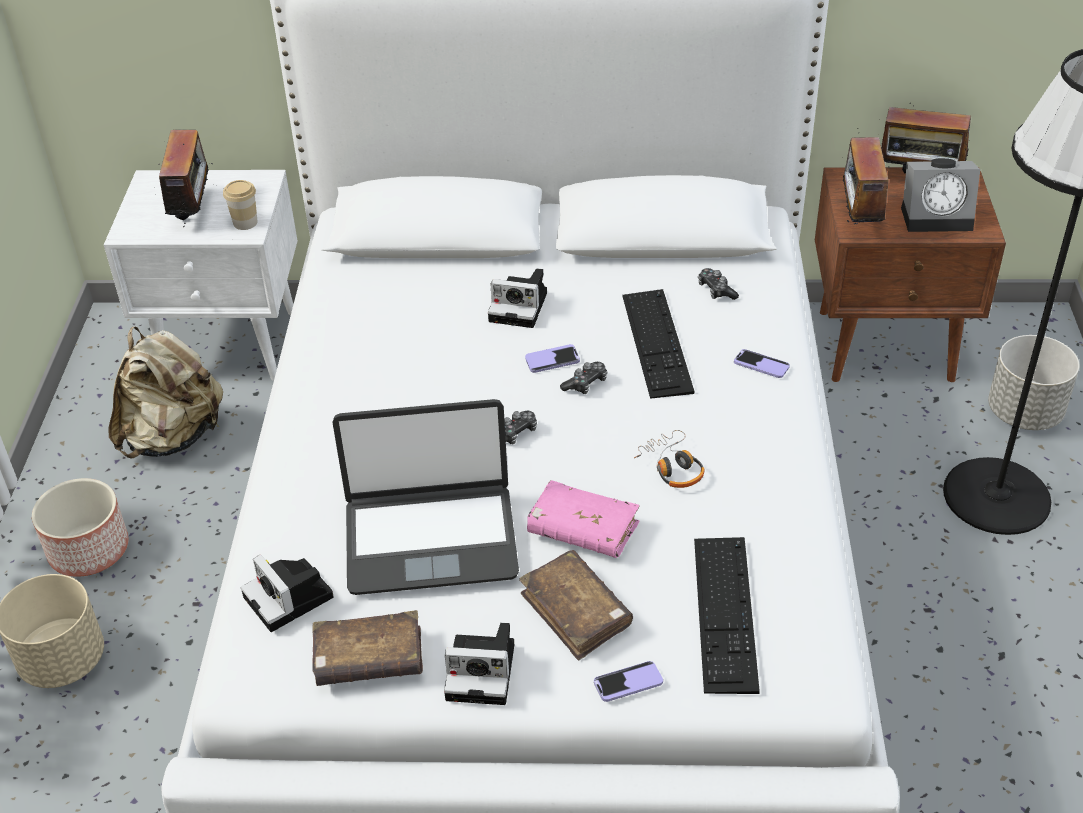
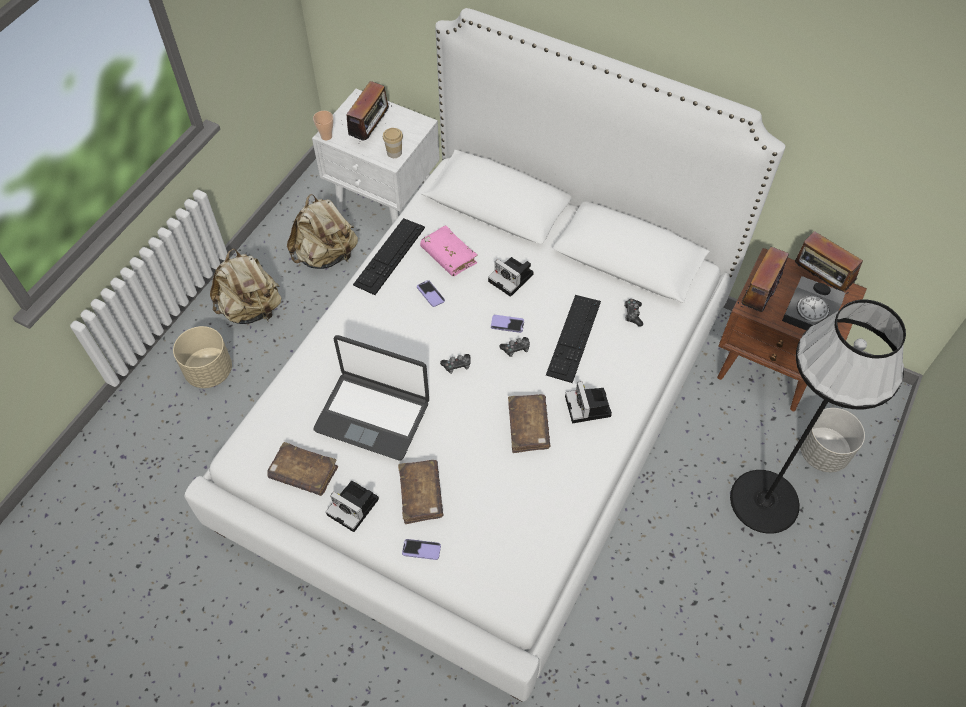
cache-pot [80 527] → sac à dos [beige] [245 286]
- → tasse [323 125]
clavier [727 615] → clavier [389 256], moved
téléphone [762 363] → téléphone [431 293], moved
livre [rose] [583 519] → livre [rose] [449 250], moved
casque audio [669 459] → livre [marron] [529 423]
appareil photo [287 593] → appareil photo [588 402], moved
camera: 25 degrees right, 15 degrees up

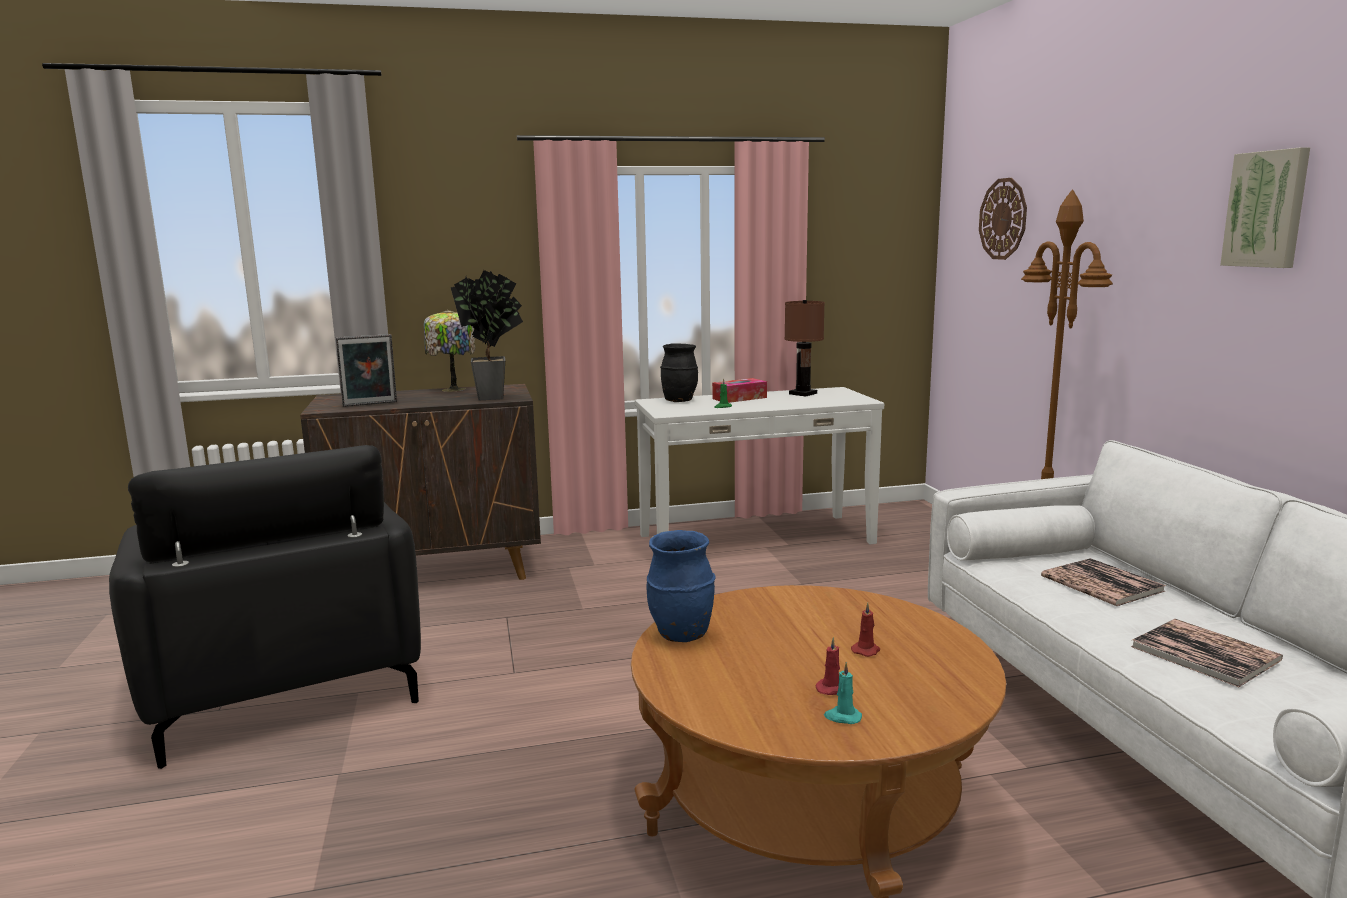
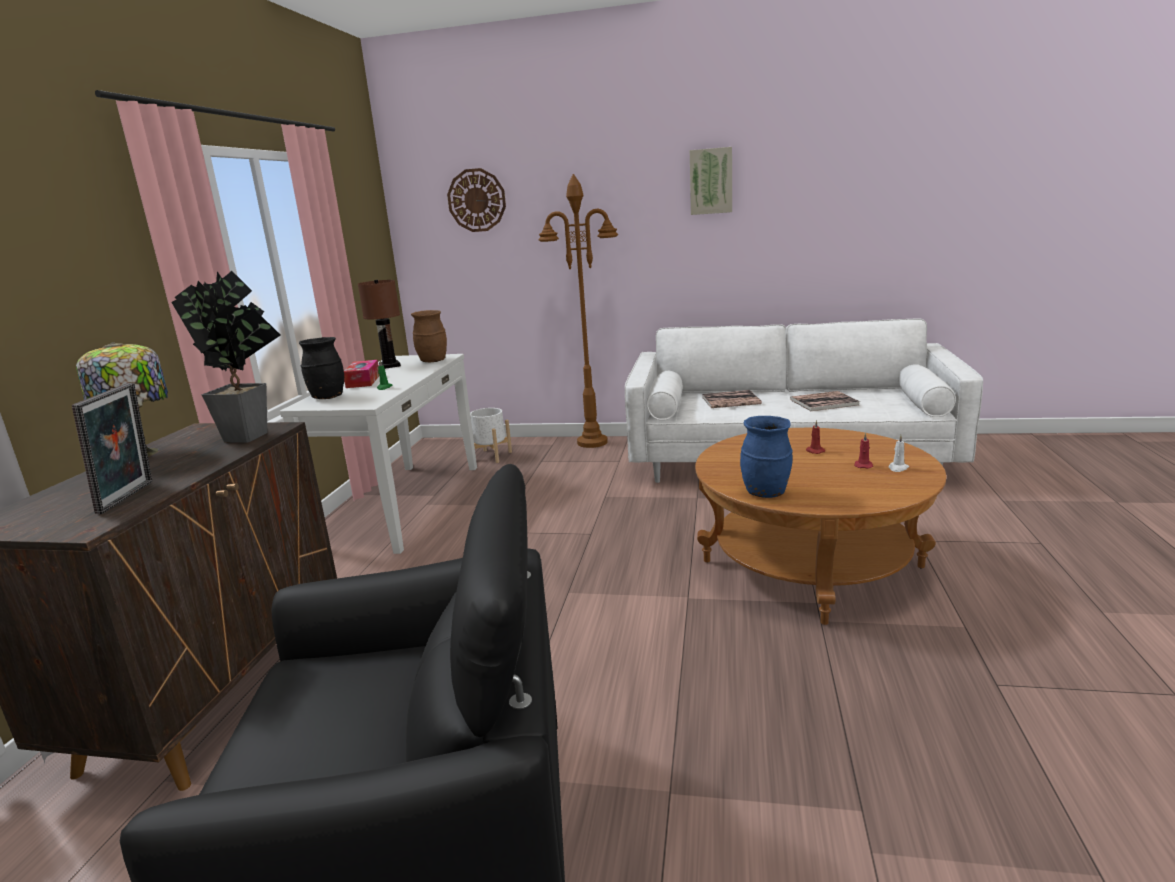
- → vase [marron] [429 336]
- → cache-pot [blanc] [491 435]
bougie [turquoise] [843 693] → bougie [blanc] [899 453]
camera: 65 degrees left, 5 degrees up

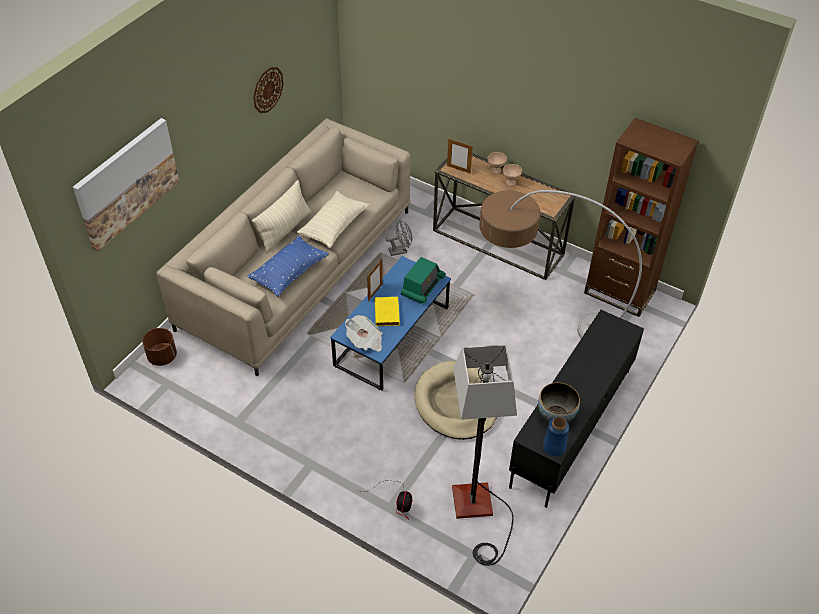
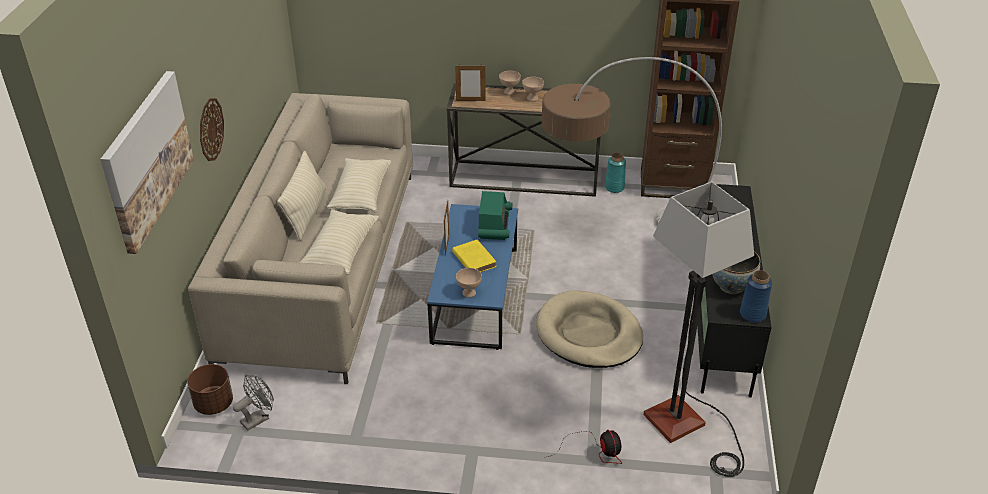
horloge murale [268 90] → horloge murale [212 129], moved
ventilateur [gris] [399 238] → ventilateur [gris] [253 403], moved
coussin [bleu] [288 266] → coussin [beige] [339 242]
journal [363 333] → bol [beige] [469 283]
- → vase [turquoise] [615 173]
camera: 25 degrees left, 10 degrees down

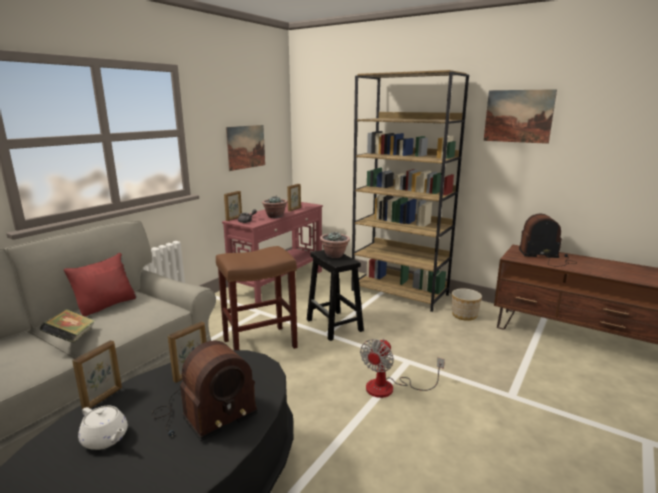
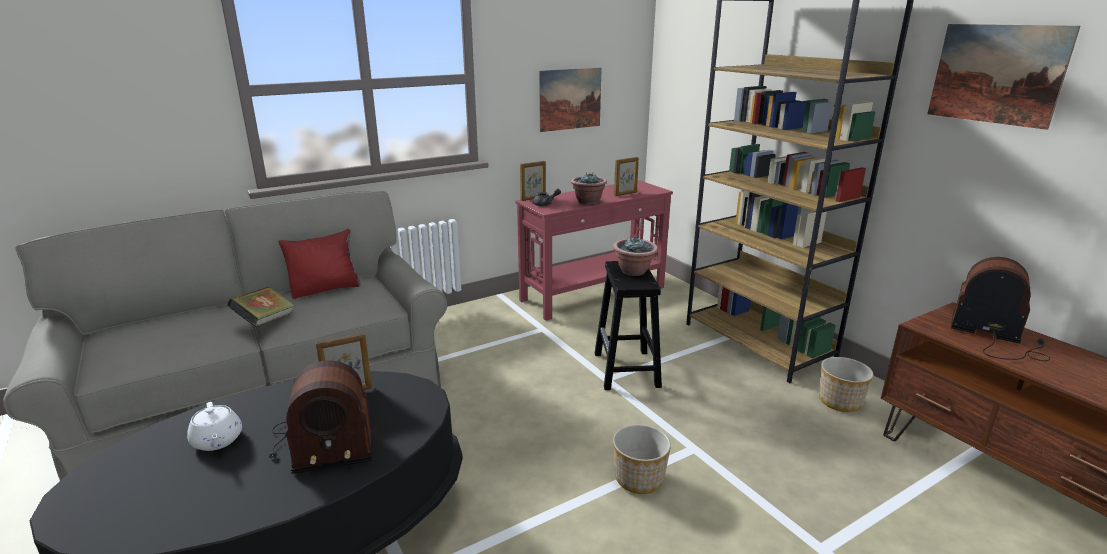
ventilateur [402 368] → cache-pot [642 459]
cadre photo [97 375] → -
tabouret [marron] [257 298] → -
camera: 25 degrees right, 5 degrees up

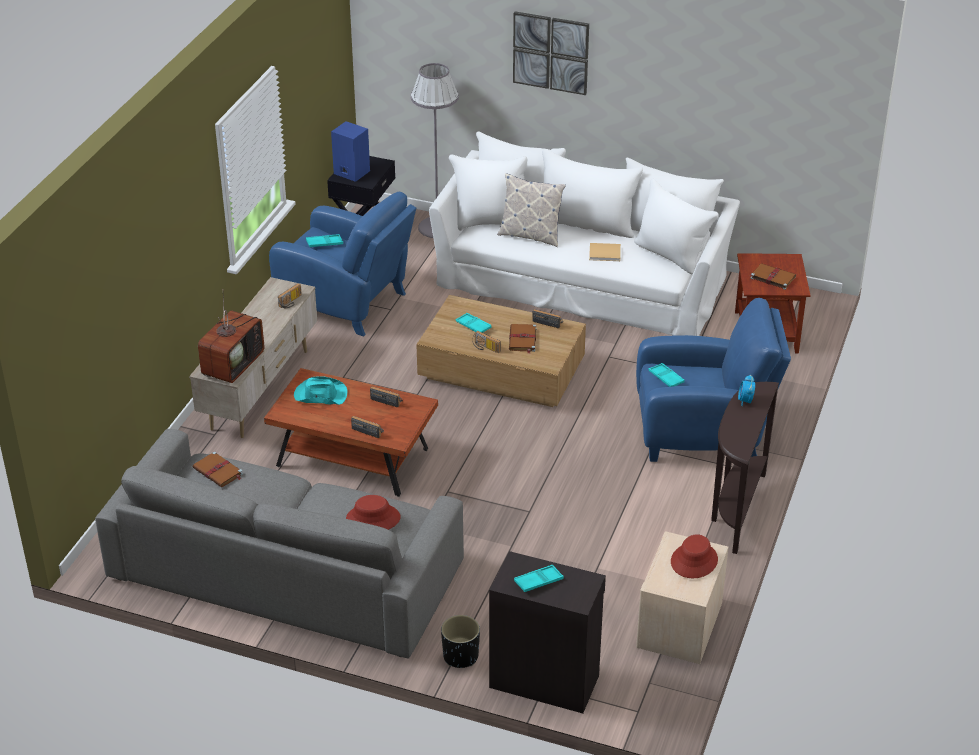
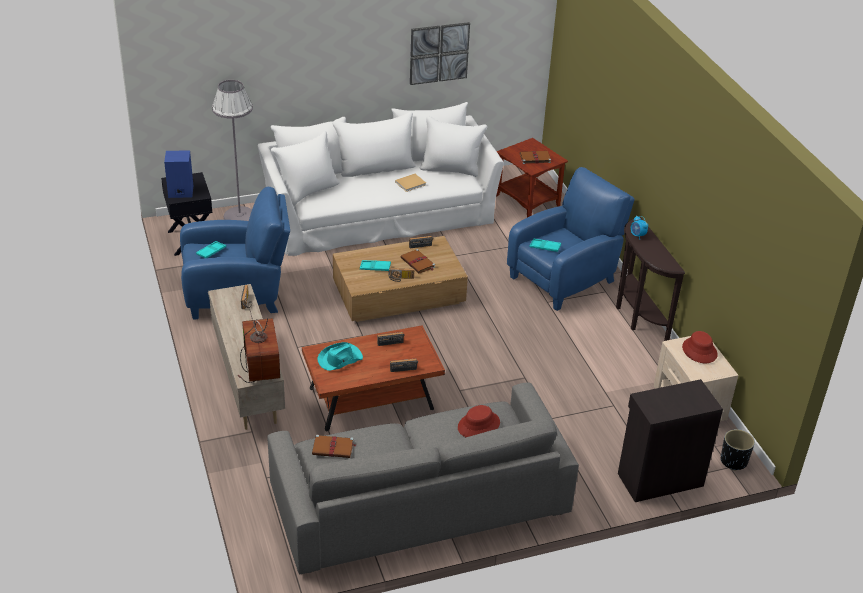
tableau [551 53] → tableau [440 53], moved
cache-pot [noir] [460 641] → cache-pot [noir] [738 450], moved
coussin [531 210] → -
plateau [turquoise] [539 578] → -
camera: 40 degrees left, 0 degrees up

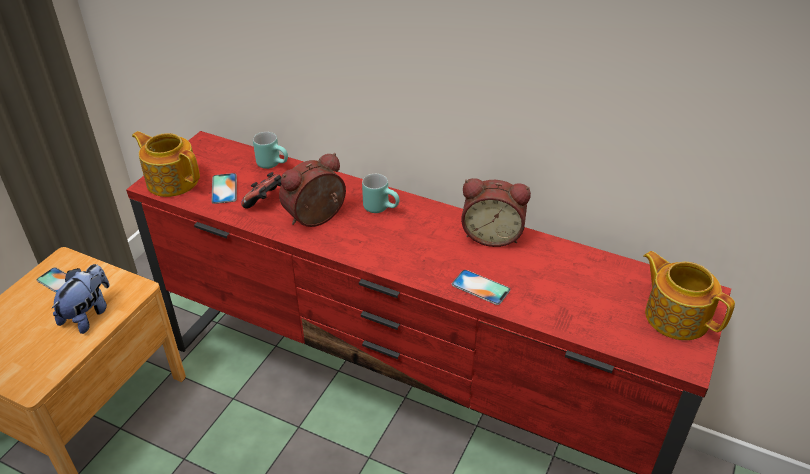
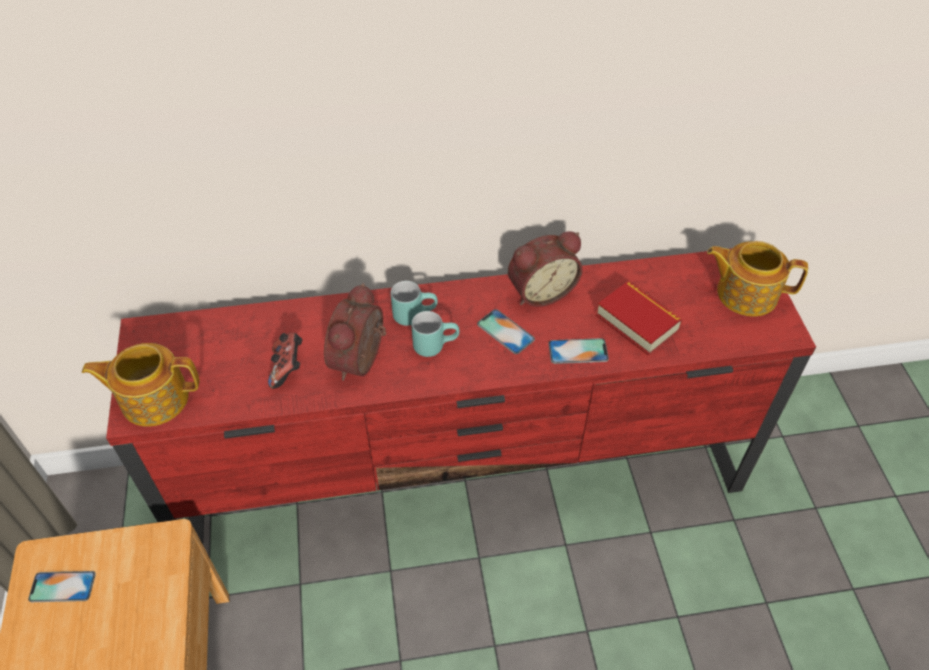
mug [turquoise] [270 150] → mug [turquoise] [435 334], moved
téléphone [224 188] → téléphone [506 331], moved
- → livre [639 318]
peluche [81 299] → -
camera: 35 degrees left, 10 degrees up

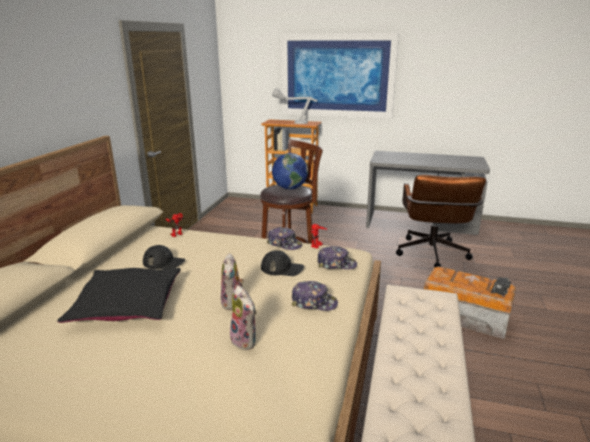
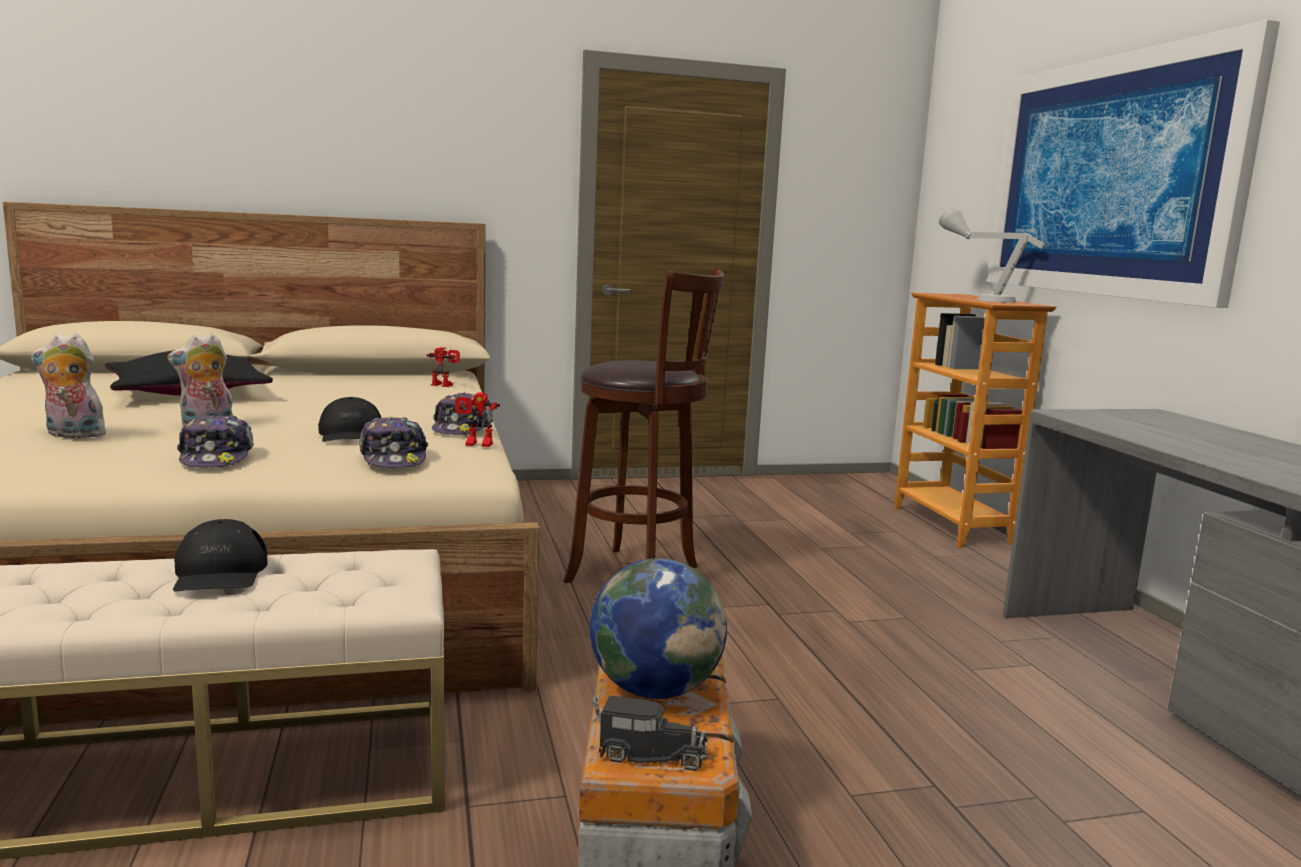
peluche [243 317] → peluche [70 385], 60 degrees clockwise
casquette [noir] [164 257] → casquette [noir] [220 555], moved
globe [290 171] → globe [658 628], moved
chaise de bureau [marron] [441 221] → -
camera: 60 degrees right, 10 degrees down

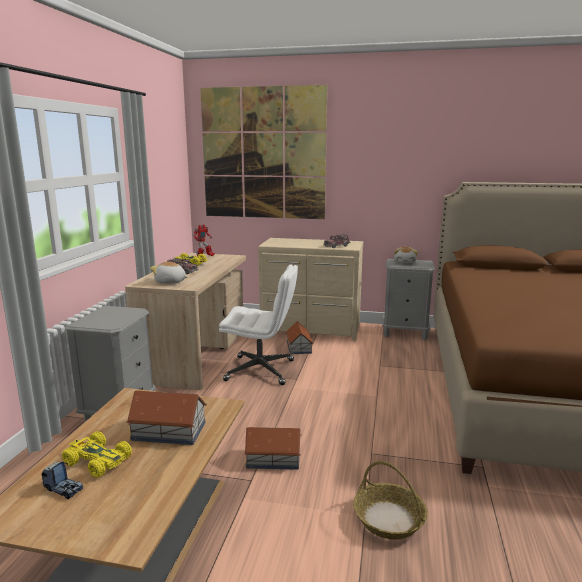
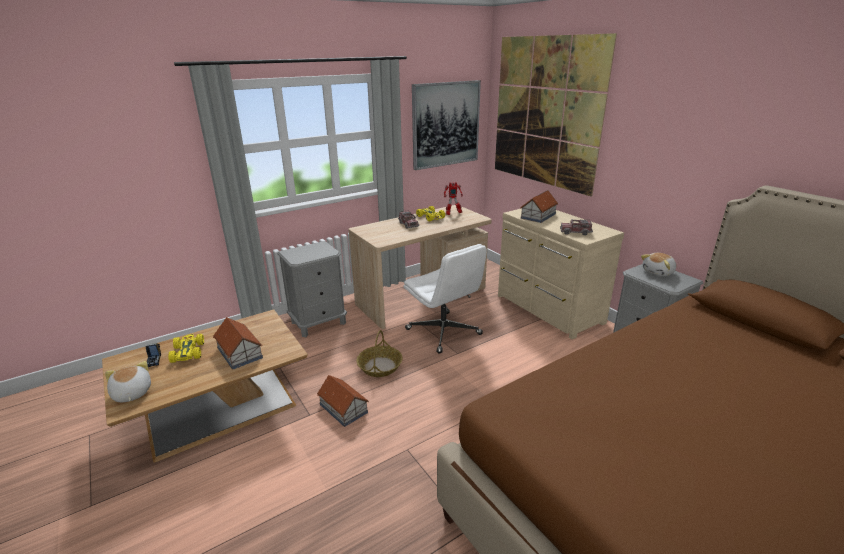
peluche [168 272] → peluche [128 381], moved
panier [390 500] → panier [379 353], moved
- → tableau [446 125]
maison miniature [300 337] → maison miniature [539 206], moved
camera: 45 degrees right, 10 degrees up

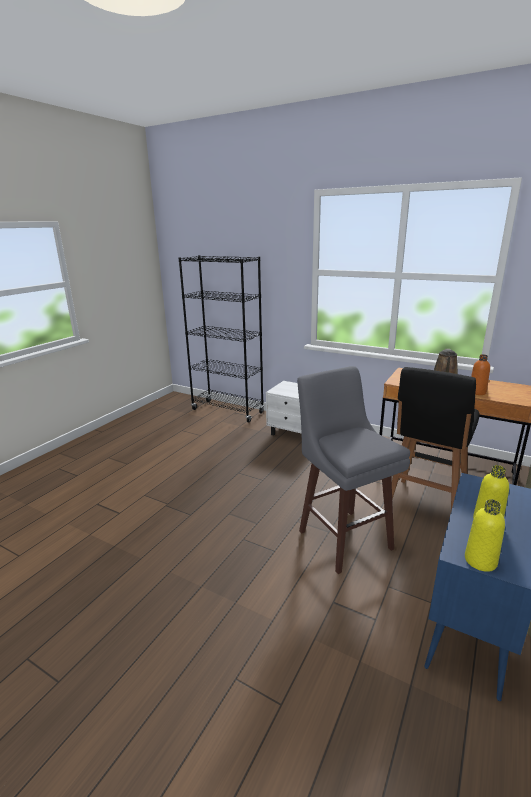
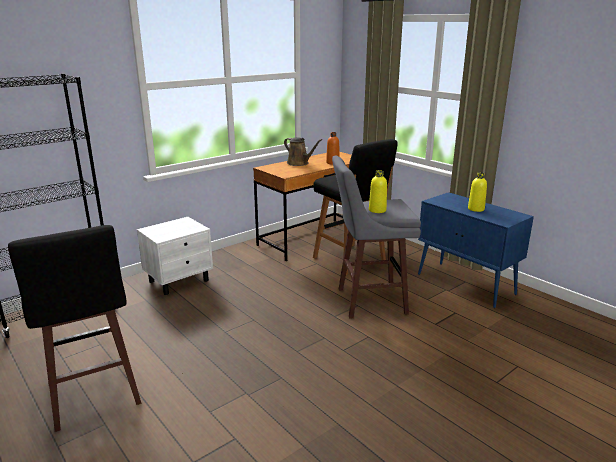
- → tabouret [noir] [74 328]
bouteille [jaune] [485 535] → bouteille [jaune] [378 191], moved
camera: 70 degrees left, 0 degrees up

